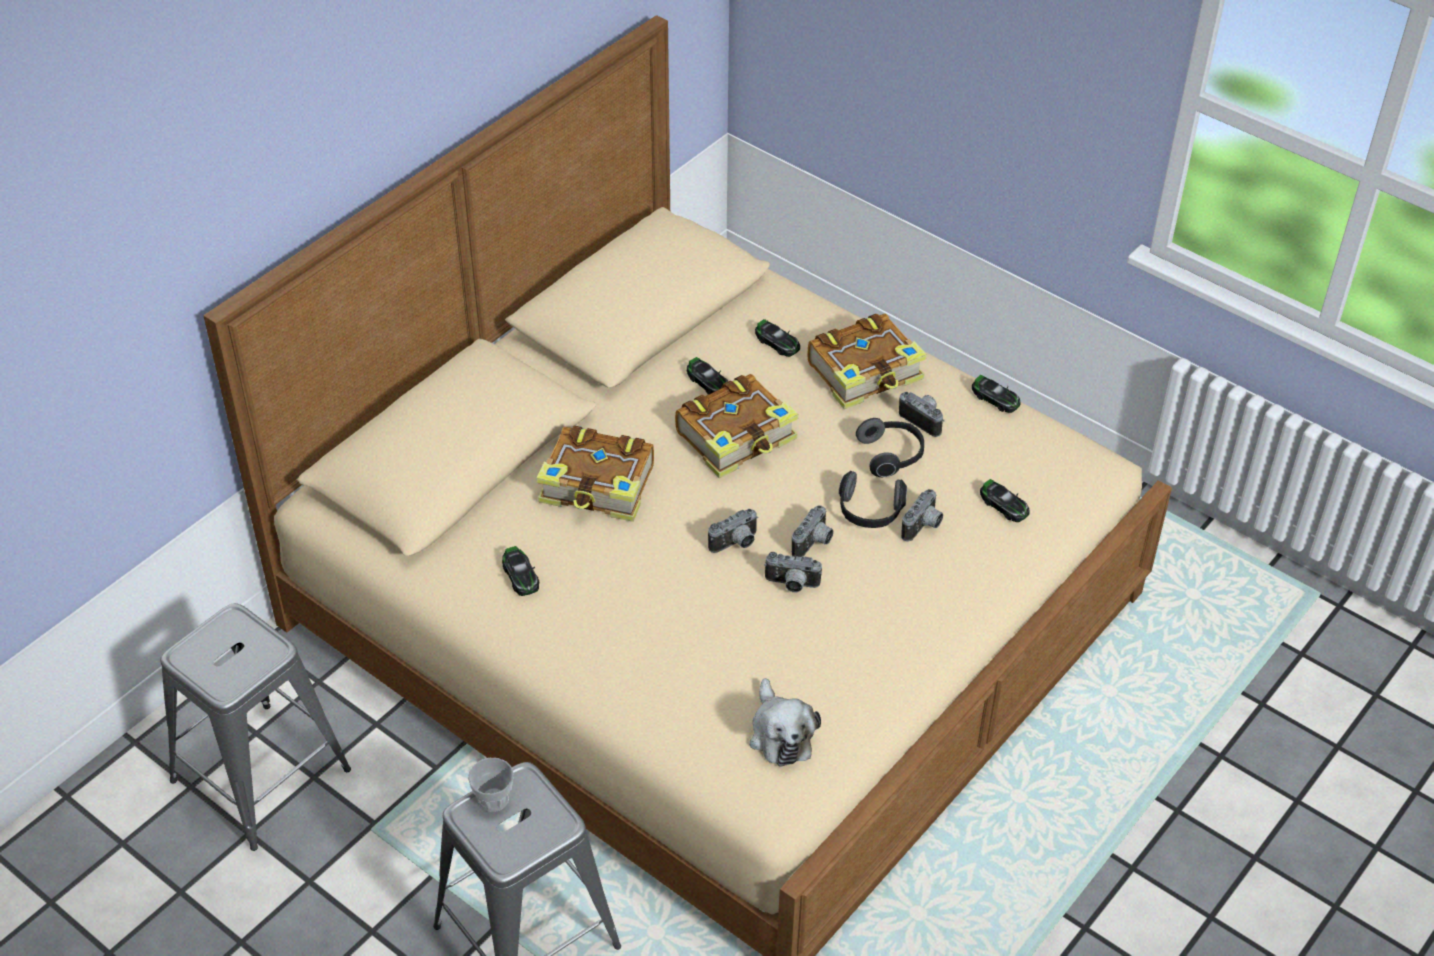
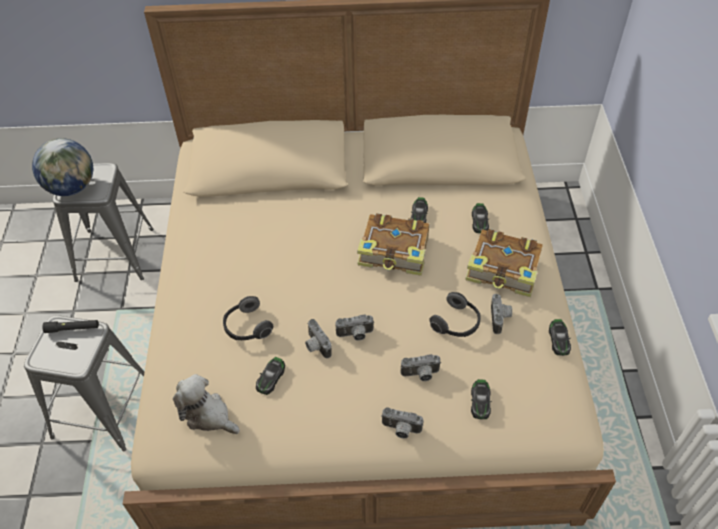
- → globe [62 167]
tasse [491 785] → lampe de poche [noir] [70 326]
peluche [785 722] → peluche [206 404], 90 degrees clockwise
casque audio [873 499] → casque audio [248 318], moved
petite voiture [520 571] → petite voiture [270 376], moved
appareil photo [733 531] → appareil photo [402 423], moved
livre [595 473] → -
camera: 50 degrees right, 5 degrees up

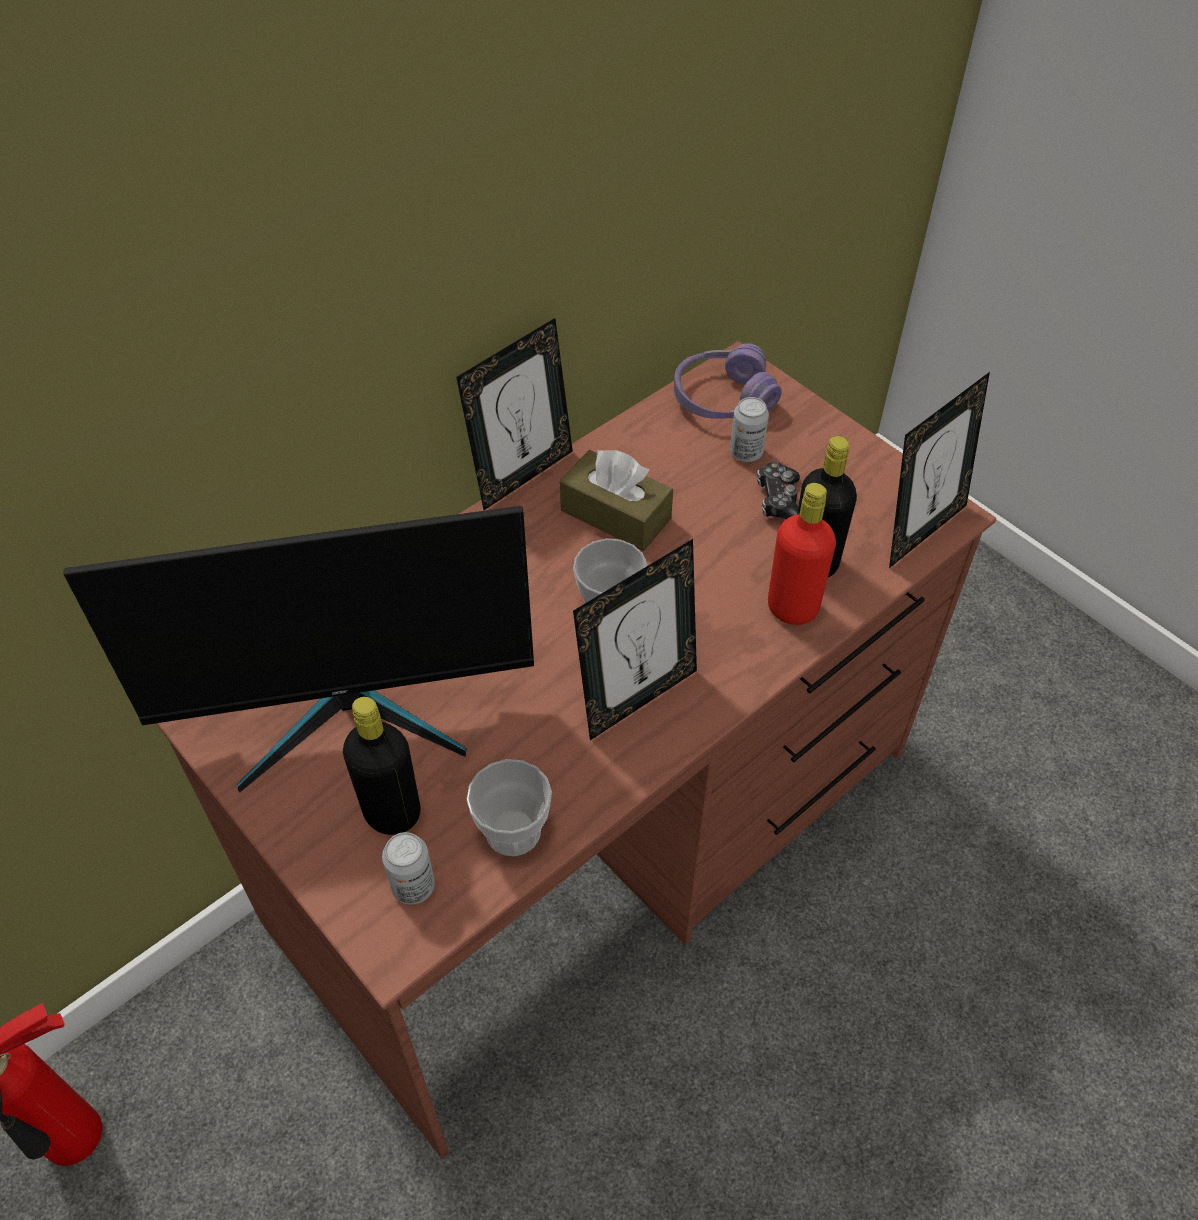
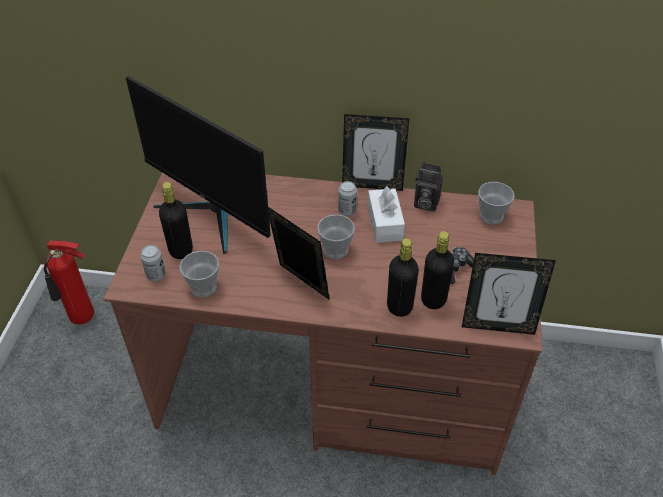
cadre photo [635 639] → cadre photo [298 253], 150 degrees counterclockwise
boîte métallique [749 429] → boîte métallique [347 198], moved
boîte à mouchoirs [marron] [616 500] → boîte à mouchoirs [blanc] [386 214]
bouteille [rouge] [802 554] → bouteille [noir] [403 277]
- → appareil photo [428 187]
casque audio [violet] [728 381] → tasse [496 203]
camera: 50 degrees right, 5 degrees down

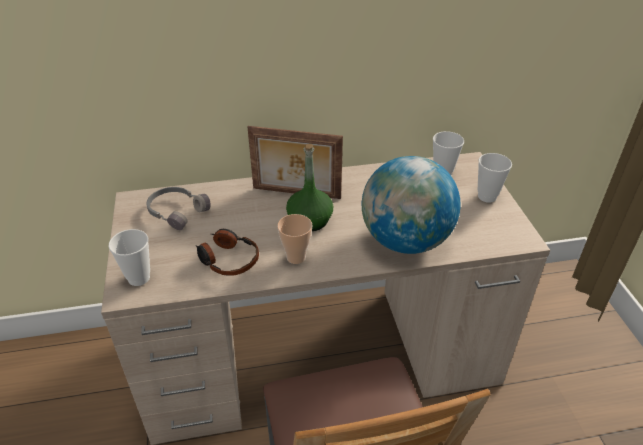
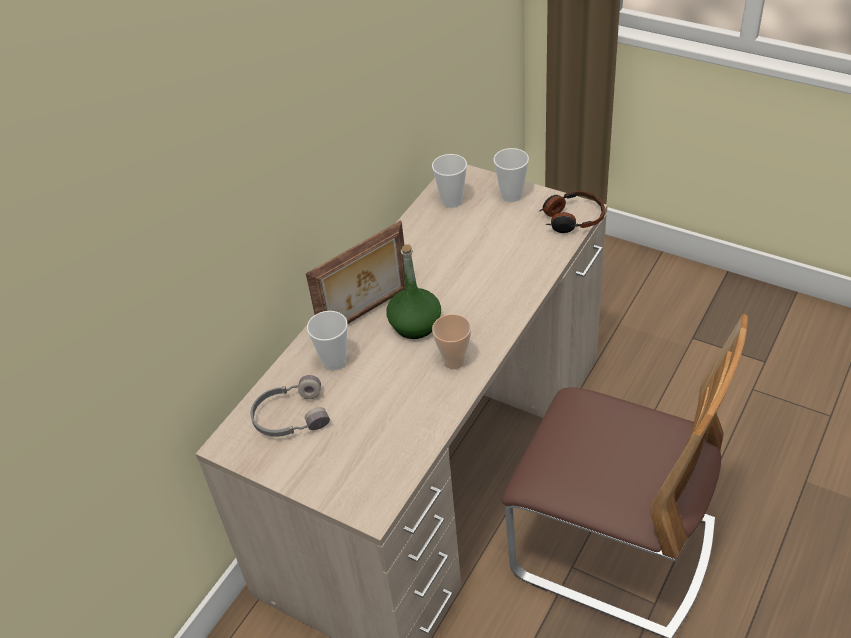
tasse [129 257] → tasse [327 341], moved
casque audio [227 252] → casque audio [571 212], moved
globe [411 205] → -
camera: 45 degrees left, 5 degrees up

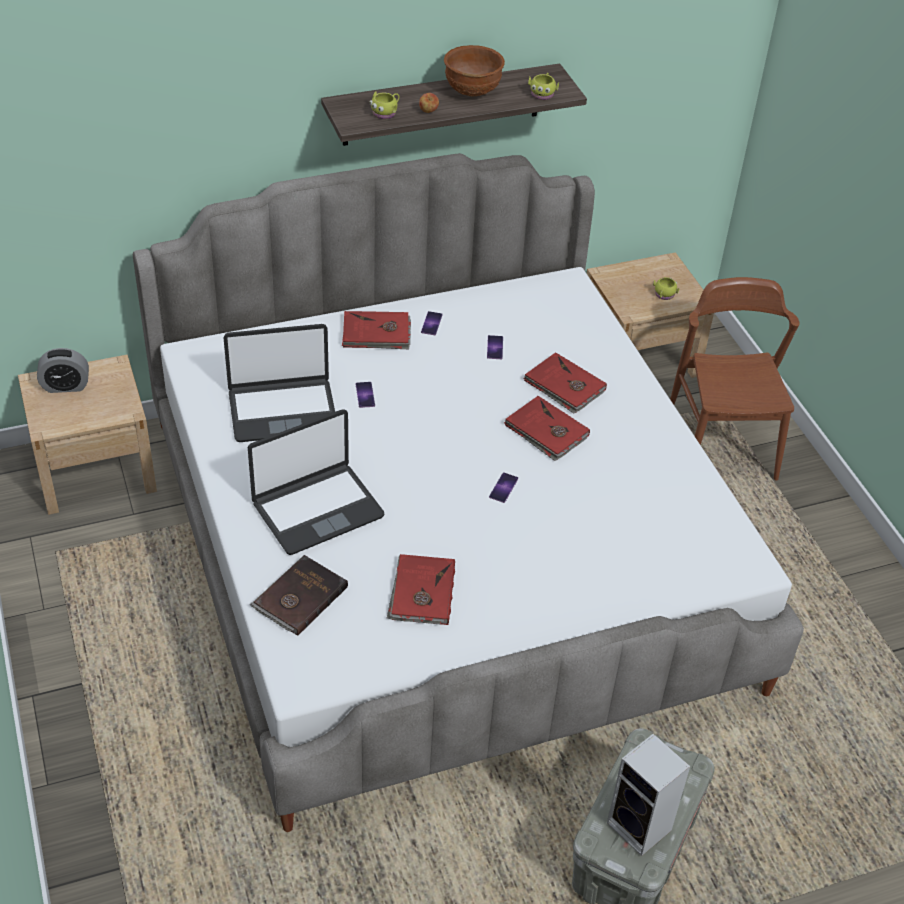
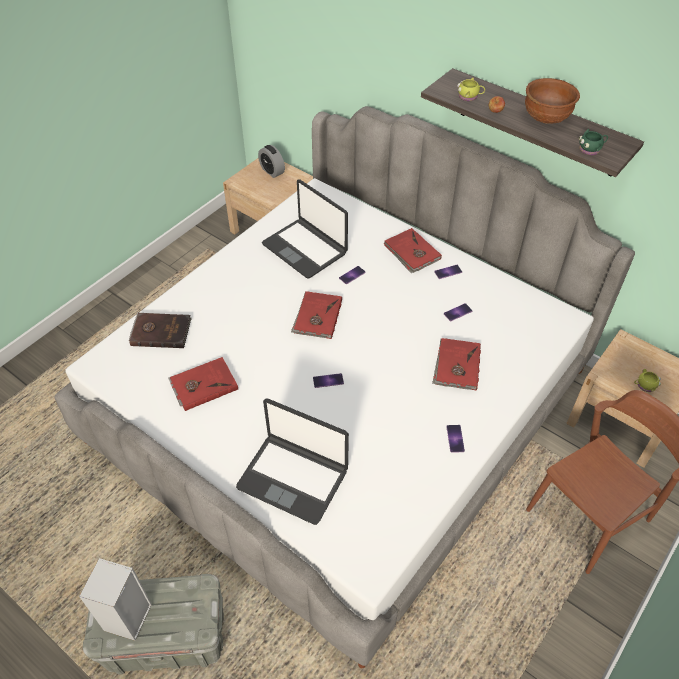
ordinateur portable [316 482] → ordinateur portable [292 462], moved
livre [rouge] [547 428] → livre [rouge] [316 315], moved
- → téléphone [455 439]
mug [jaune] [543 86] → mug [vert] [593 142]
camera: 60 degrees right, 5 degrees up

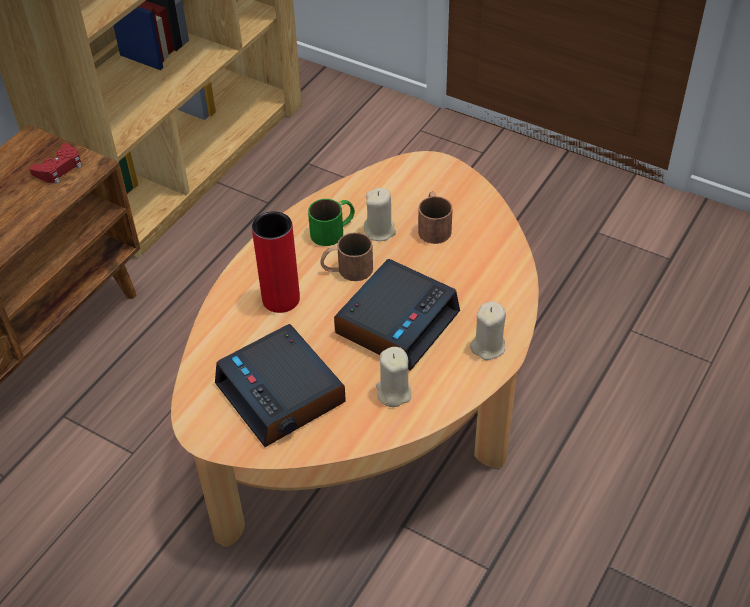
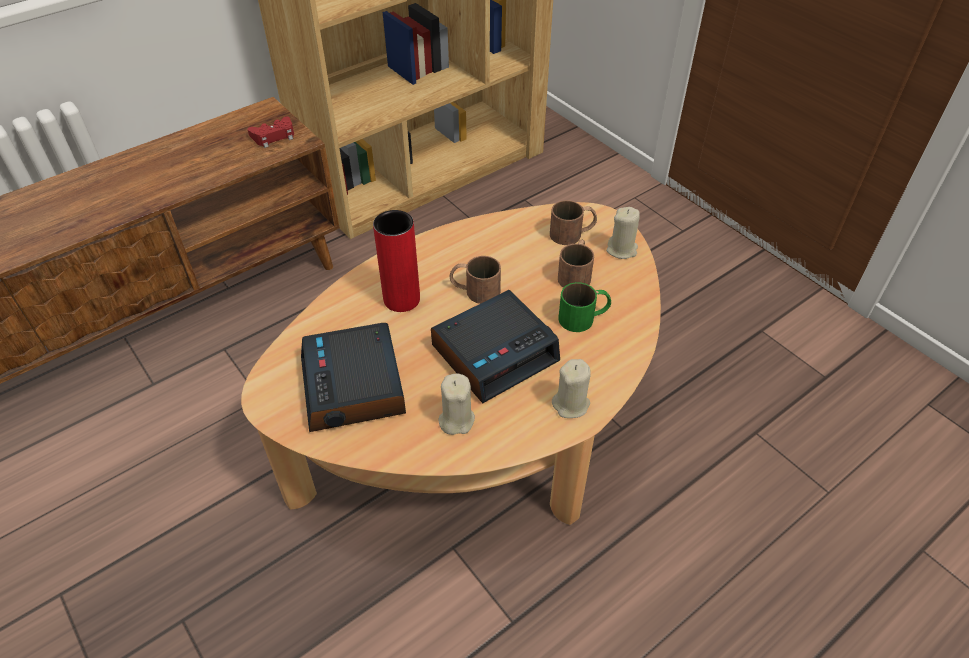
- → mug [marron] [573 222]
mug [vert] [331 222] → mug [vert] [585 307], moved
bougie [beige] [380 214] → bougie [beige] [623 233], moved
camera: 20 degrees right, 0 degrees up

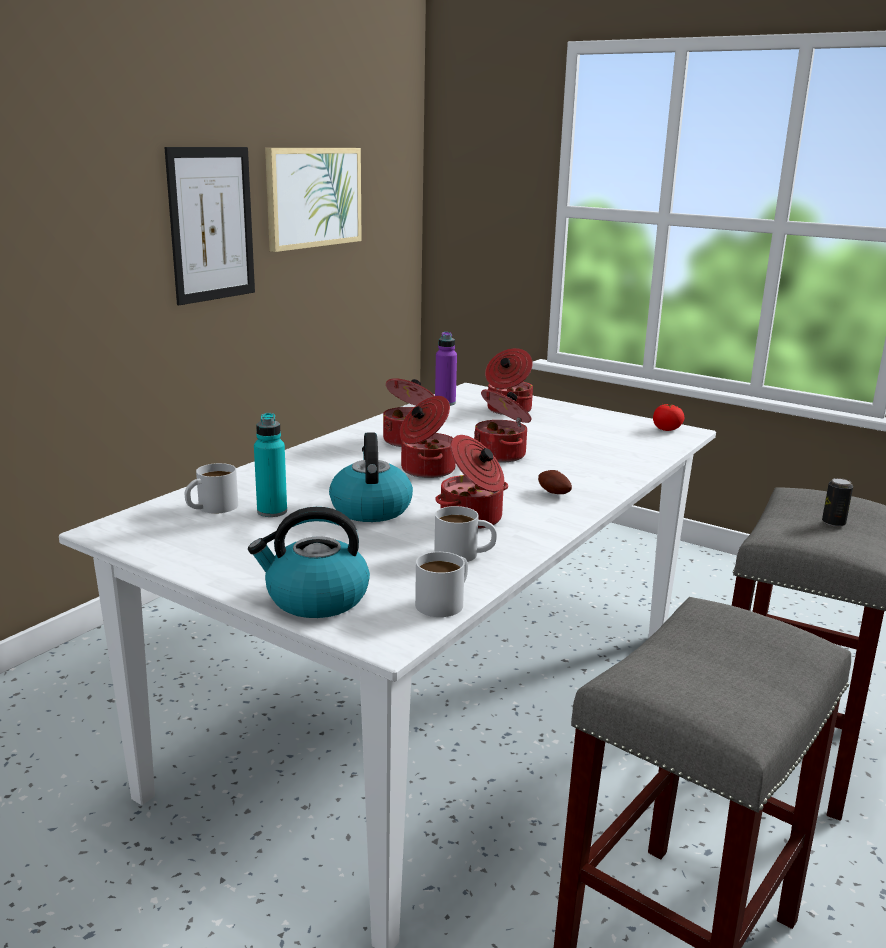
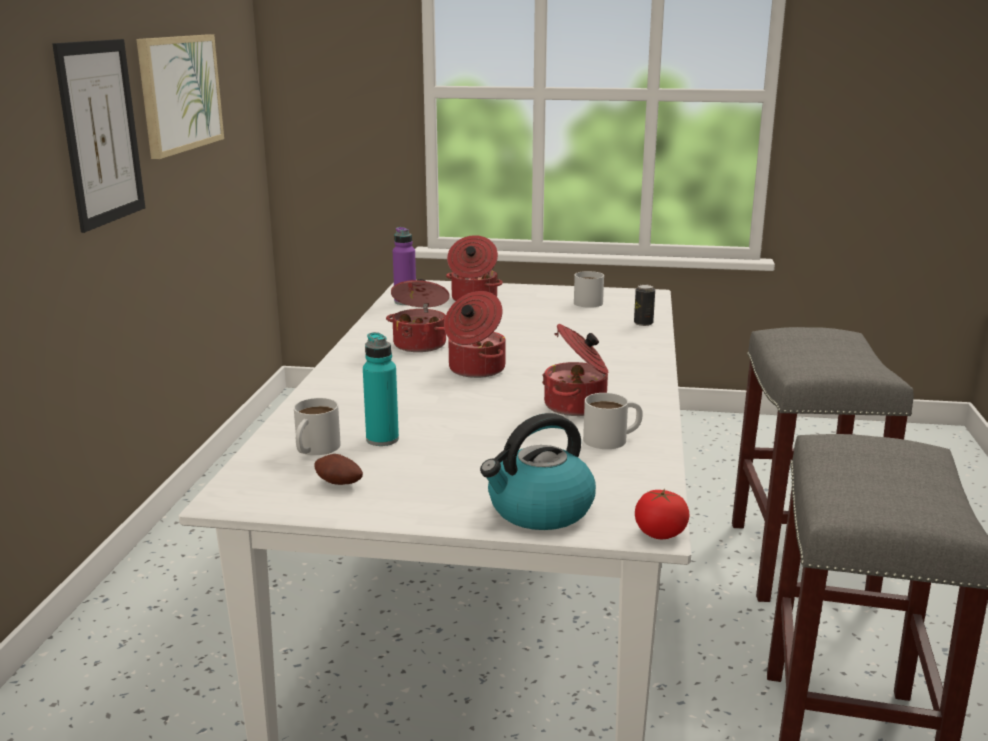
pomme de terre [555 482] → pomme de terre [338 469], moved
mug [blanc] [441 584] → mug [blanc] [589 289], moved
boîte métallique [837 502] → boîte métallique [644 305], moved
tomate [669 417] → tomate [662 514], moved
bouilloire [371 477] → -
marmite [502 425] → -
camera: 25 degrees left, 0 degrees up

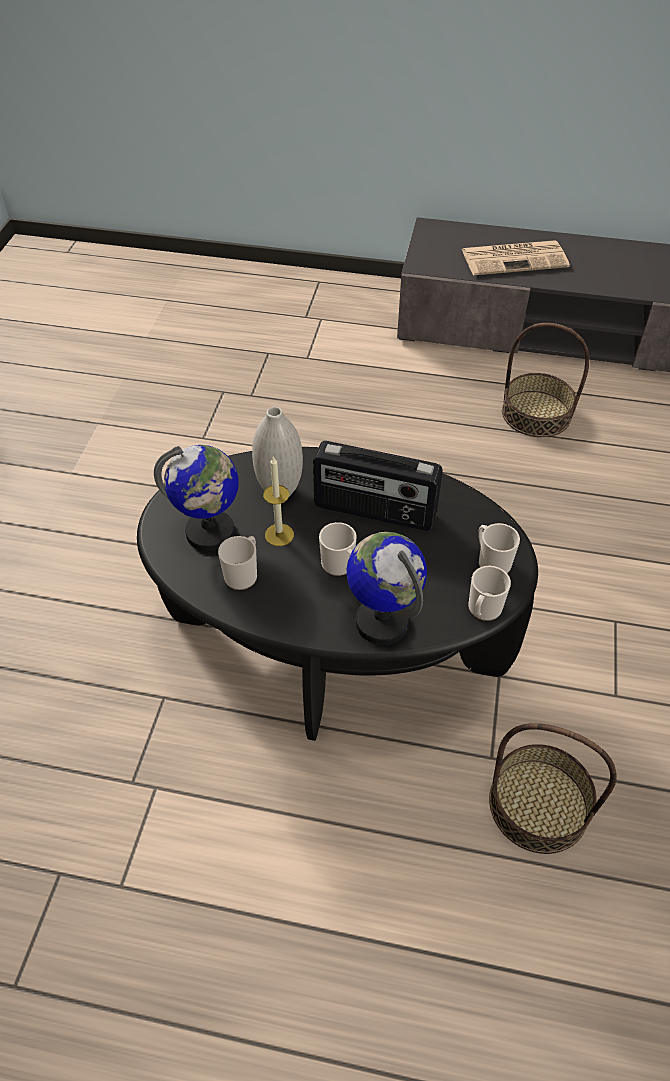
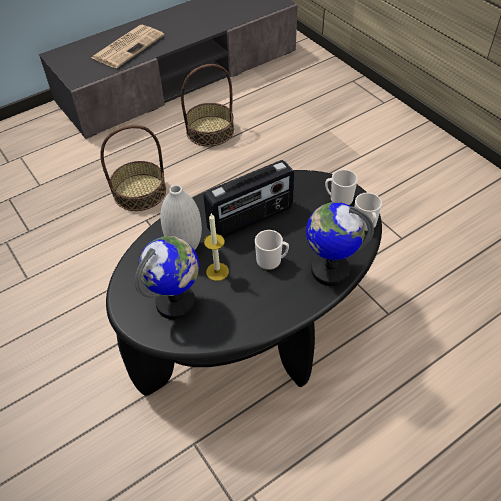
panier [553 788] → panier [133 168], moved
mug [237 563] → -
camera: 45 degrees left, 0 degrees up

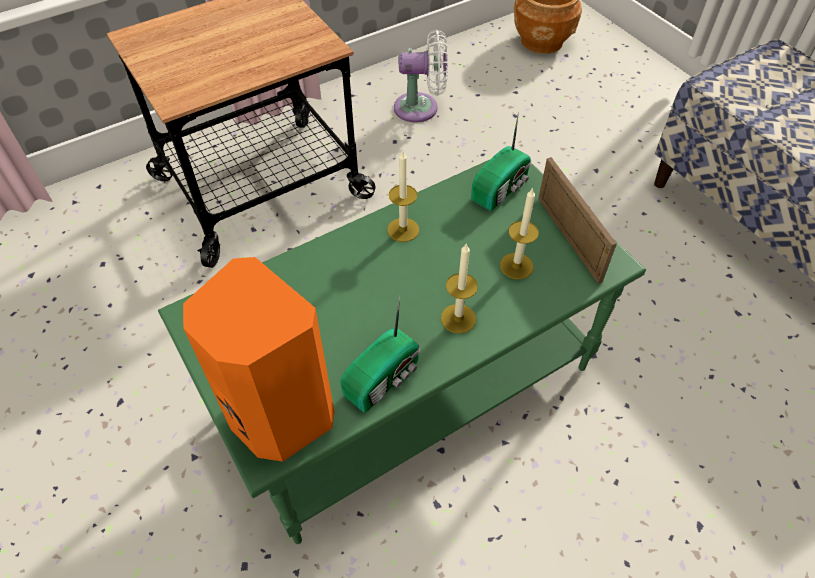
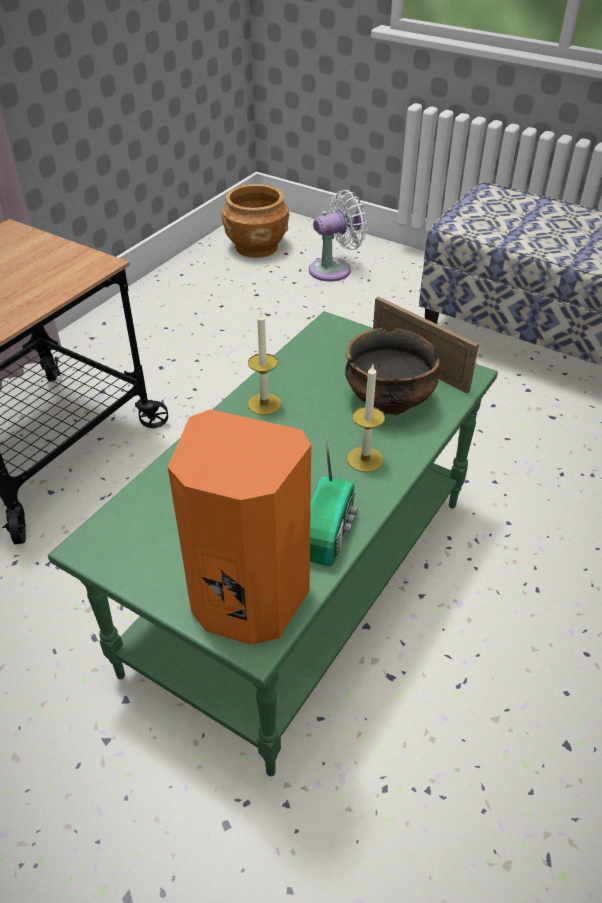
ventilateur [blanc] [421 76] → ventilateur [blanc] [338 236], moved
bougie [519 233] → bol [392 371]
radio [501 161] → -
camera: 25 degrees left, 10 degrees down

